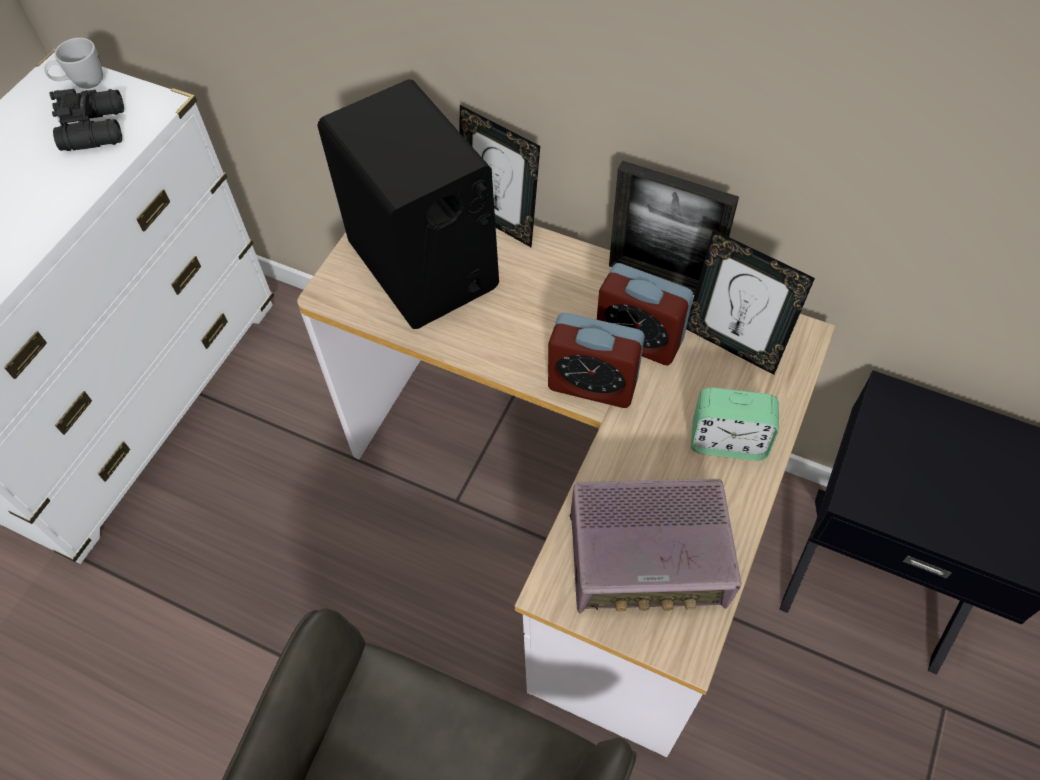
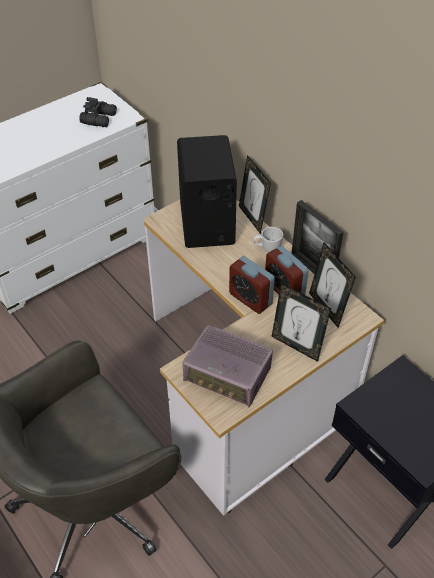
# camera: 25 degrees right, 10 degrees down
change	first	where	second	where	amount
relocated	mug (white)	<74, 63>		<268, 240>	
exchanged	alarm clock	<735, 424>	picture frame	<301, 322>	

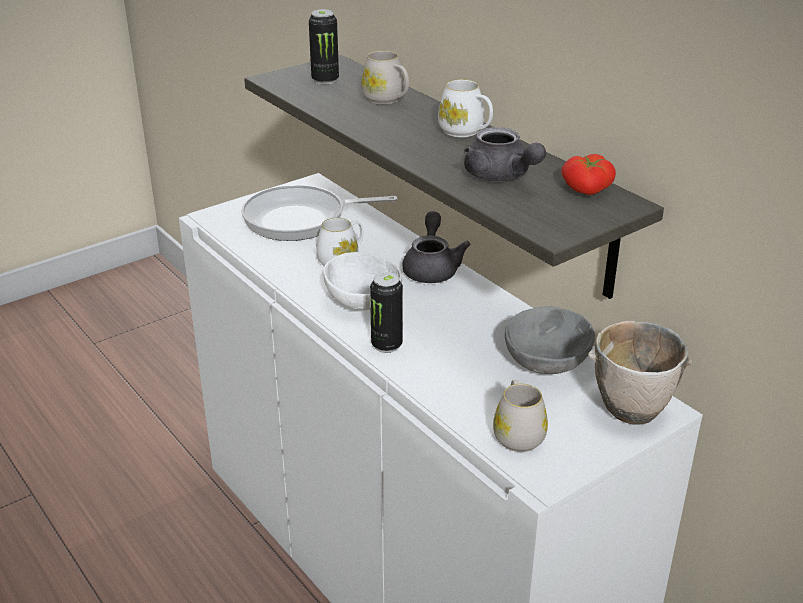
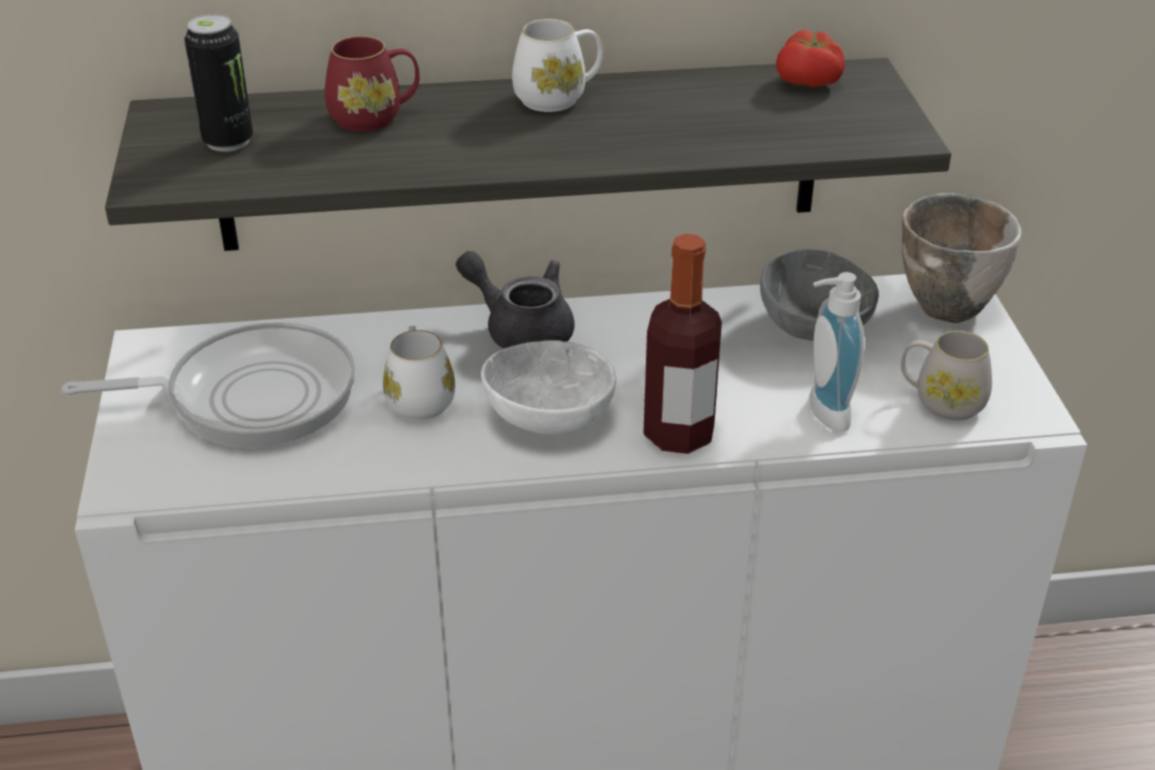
# camera: 60 degrees left, 5 degrees up
change	first	where	second	where	amount
spun	frying pan	<319, 213>		<208, 384>	120 degrees counterclockwise
colour	mug (white)	<385, 78>	mug (red)	<372, 84>	
exchanged	can	<386, 312>	bottle	<682, 344>	
appeared			soap dispenser	<837, 352>	
missing	teapot (grey)	<505, 154>			

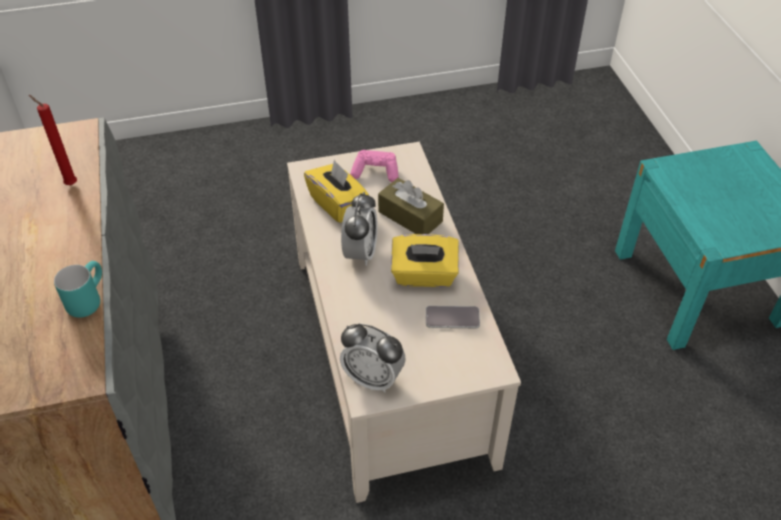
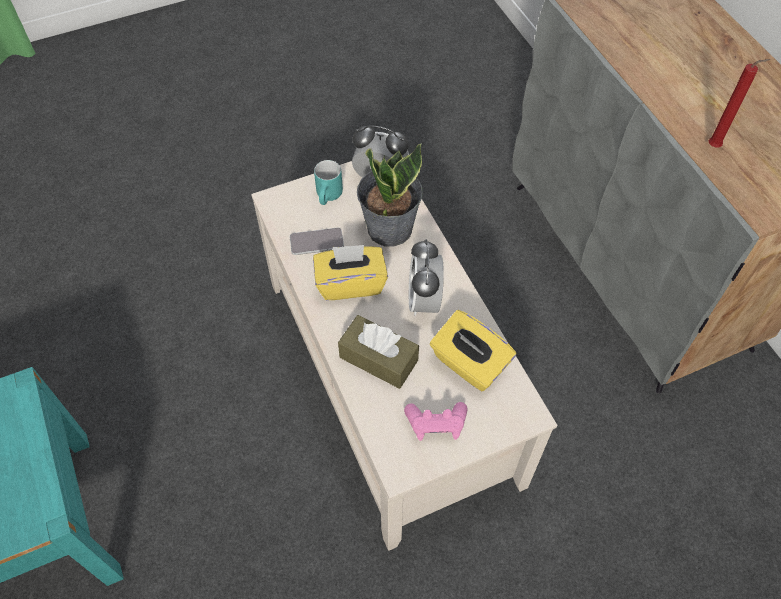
# camera: 170 degrees right, 10 degrees up
change	first	where	second	where	amount
relocated	mug (turquoise)	<78, 289>		<328, 182>	
appeared			potted plant	<390, 195>	

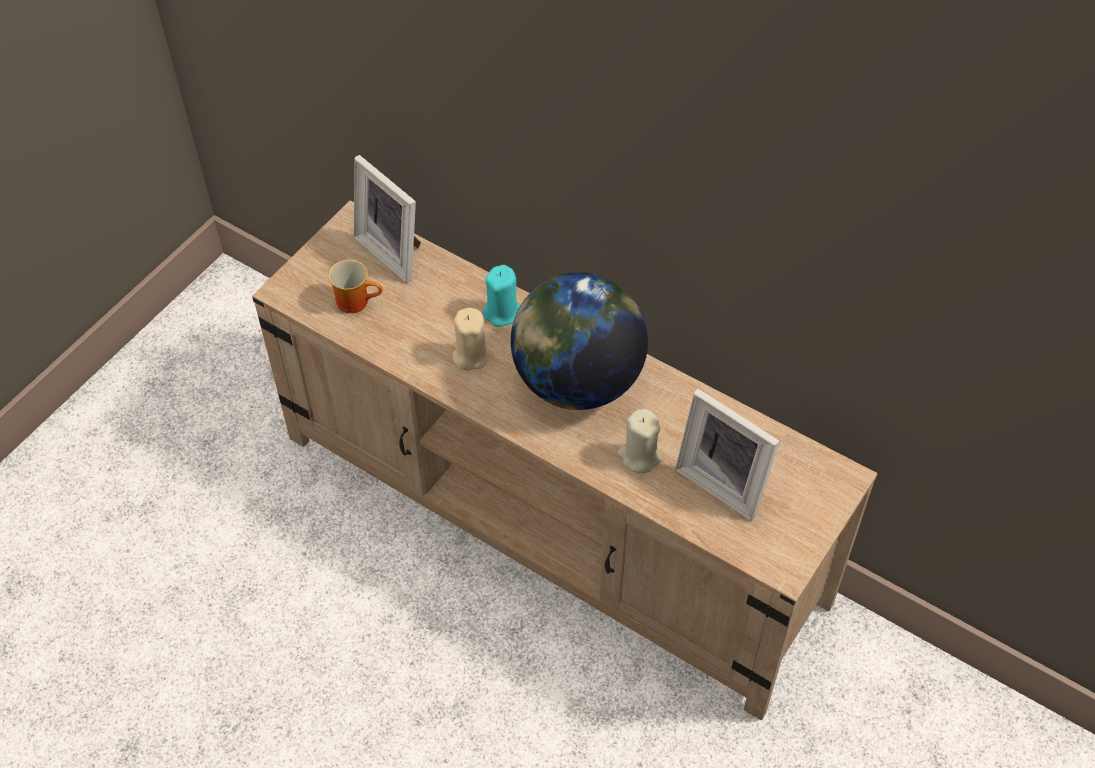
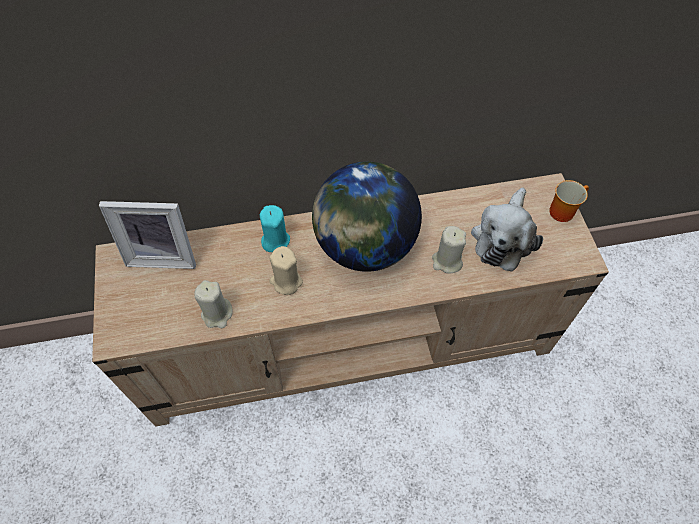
# camera: 45 degrees left, 5 degrees up
change	first	where	second	where	amount
appeared			candle (beige)	<213, 304>	
exchanged	picture frame	<727, 455>	plush toy	<507, 230>	
relocated	mug	<355, 286>		<569, 201>	

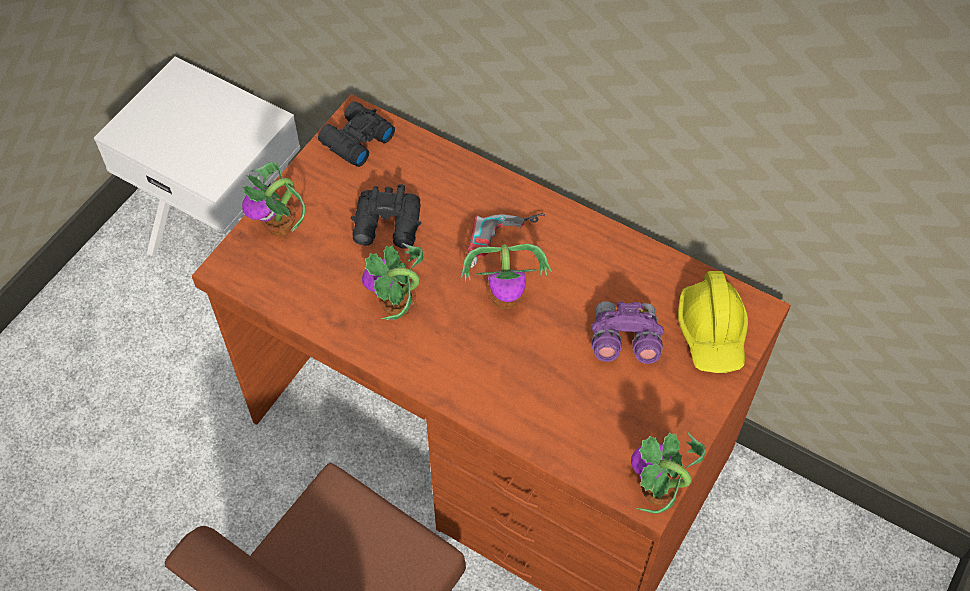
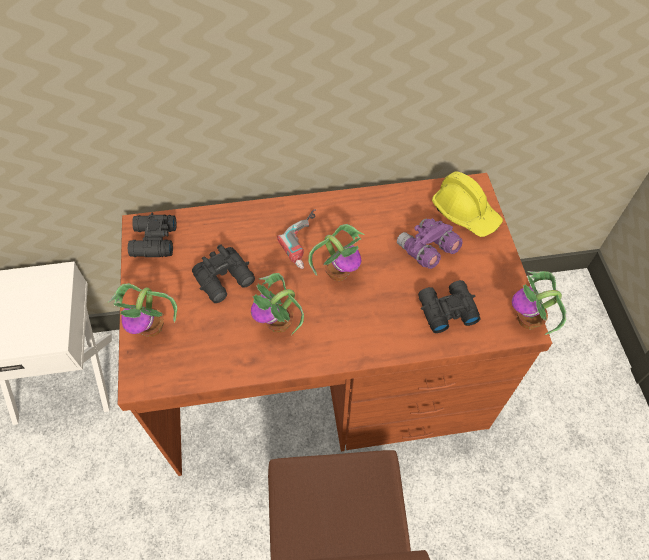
# camera: 40 degrees left, 0 degrees up
change	first	where	second	where	amount
appeared			binoculars (black)	<449, 306>	

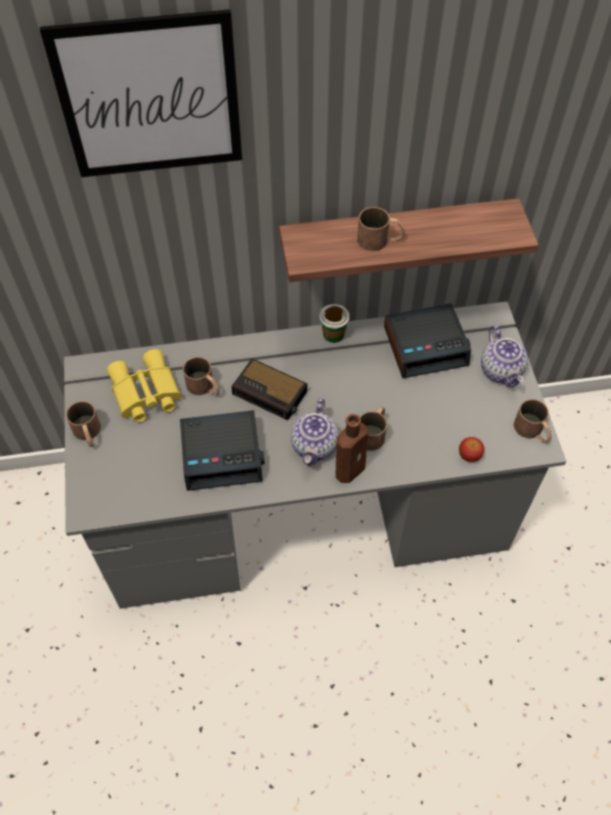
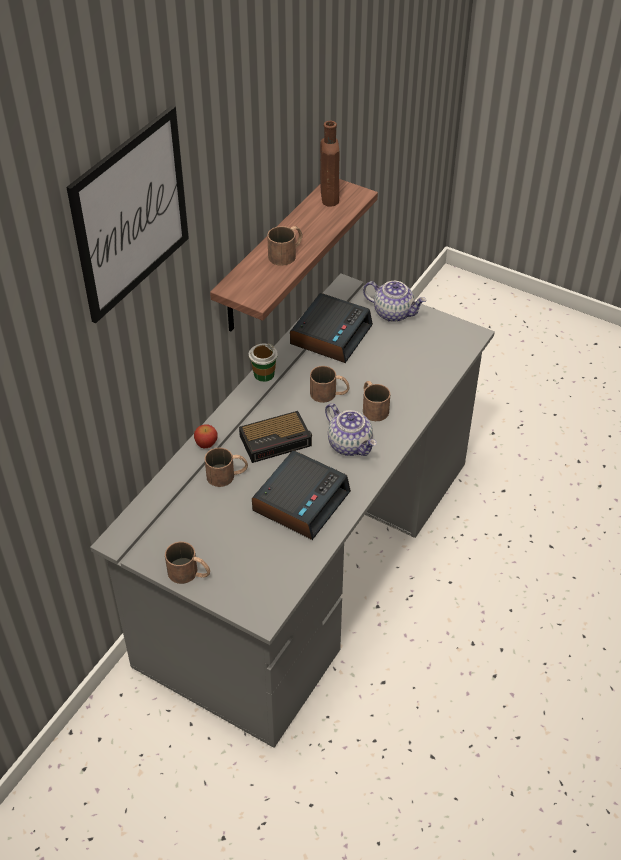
# camera: 50 degrees left, 10 degrees down
change	first	where	second	where	amount
relocated	apple	<471, 449>		<205, 436>	
relocated	mug (brown)	<533, 421>		<330, 384>	
relocated	bottle (brown)	<352, 448>		<329, 163>	
missing	binoculars (yellow)	<144, 385>			

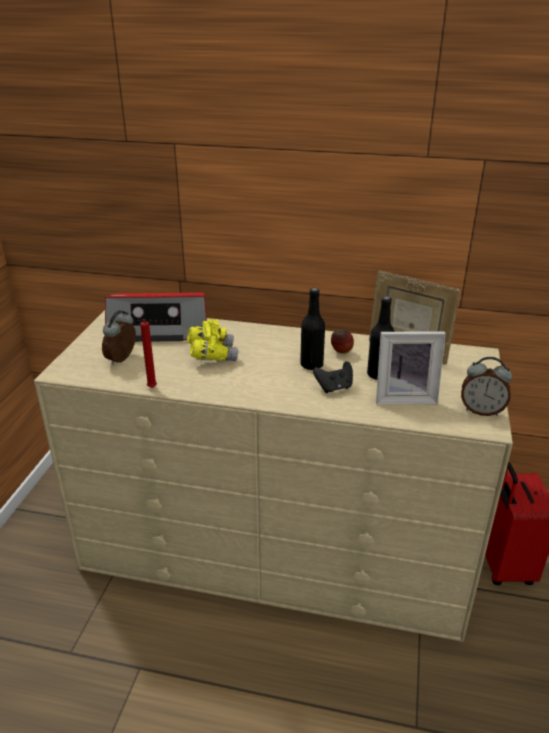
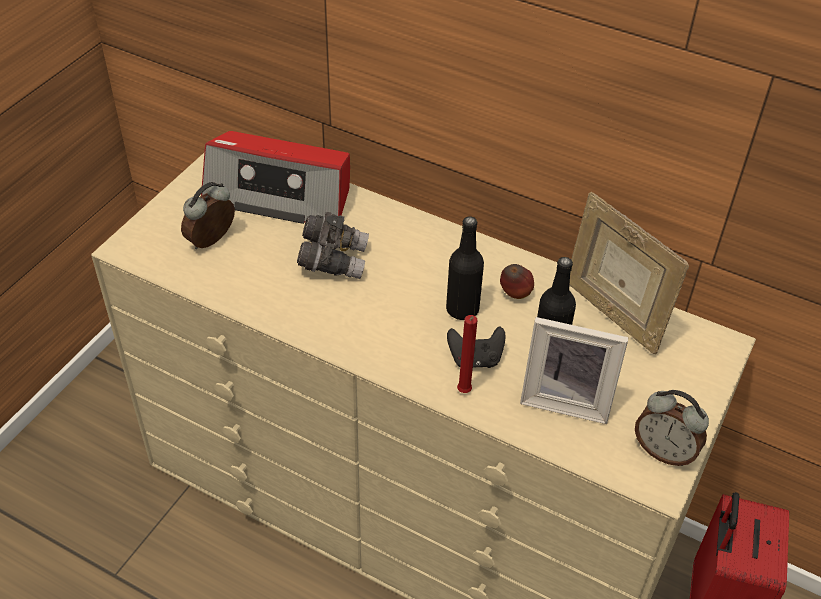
# camera: 15 degrees right, 15 degrees up
change	first	where	second	where	amount
colour	binoculars (yellow)	<212, 340>	binoculars (grey)	<333, 245>	
relocated	candle (red)	<148, 353>		<467, 354>	

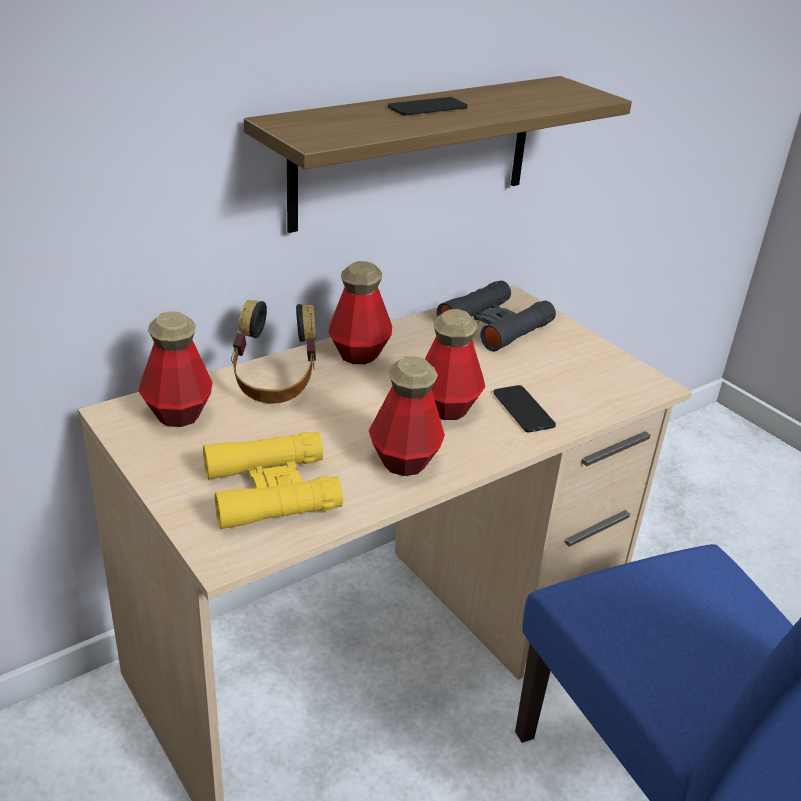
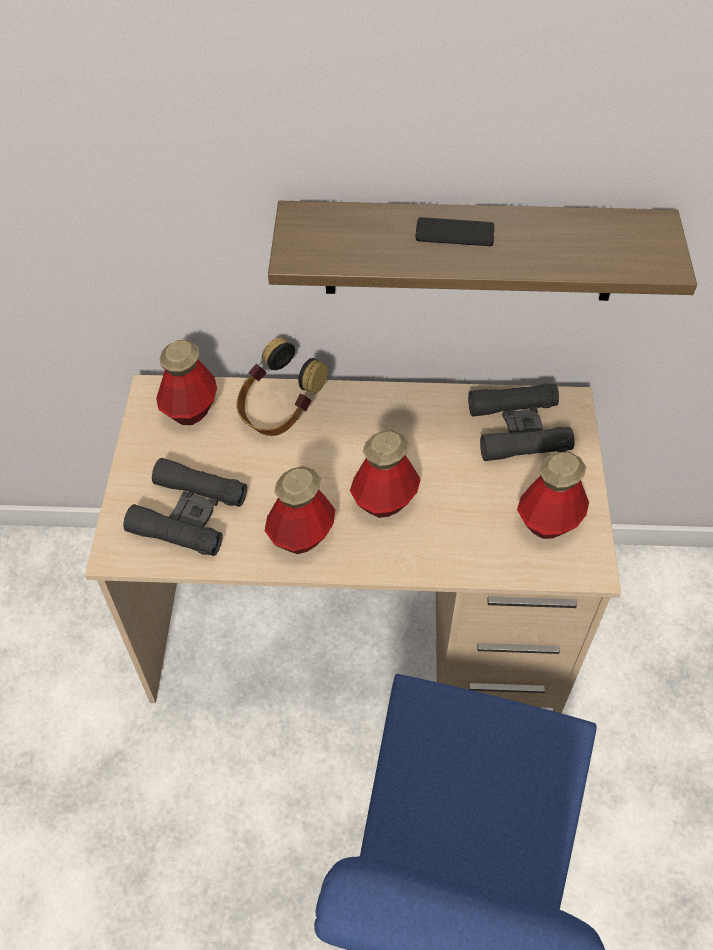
# camera: 40 degrees right, 20 degrees up
change	first	where	second	where	amount
colour	binoculars (yellow)	<273, 480>	binoculars (black)	<185, 507>	
relocated	bottle	<360, 312>		<553, 495>	
missing	phone	<524, 408>			

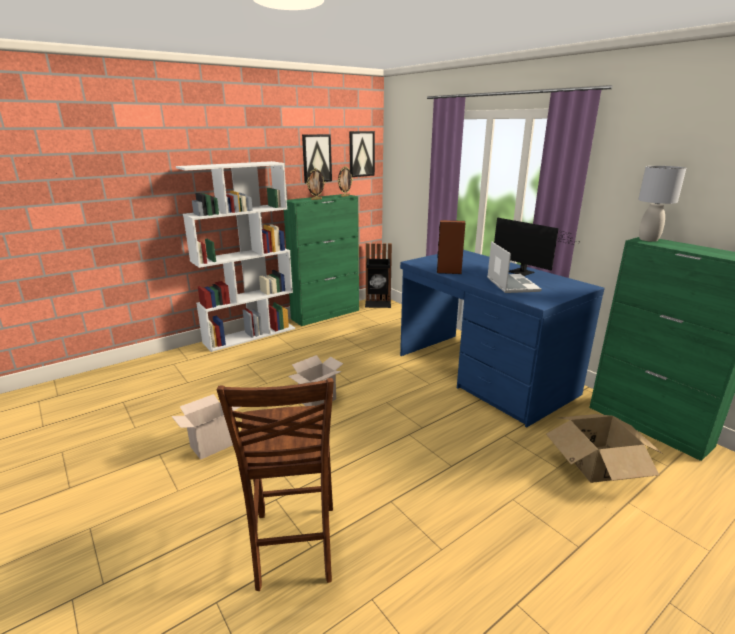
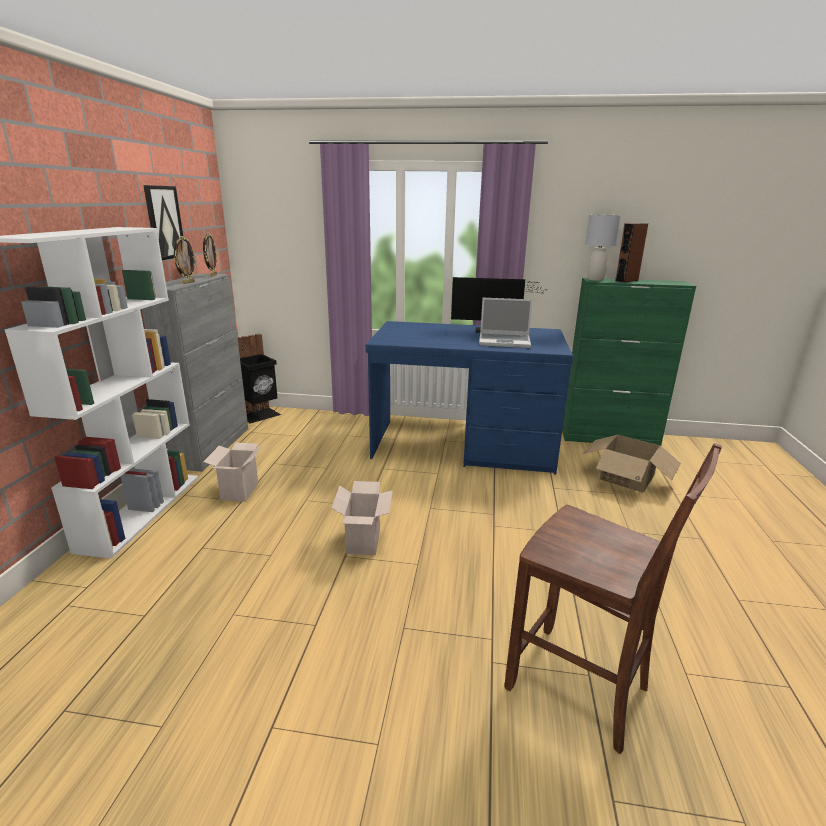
# camera: 45 degrees left, 0 degrees up
change	first	where	second	where	amount
colour	cabinet (green)	<321, 260>	cabinet (grey)	<195, 372>	
relocated	cardboard box	<205, 427>		<233, 472>	
spun	laptop	<514, 267>		<506, 323>	150 degrees clockwise
relocated	speaker (brown)	<451, 247>		<631, 253>	
missing	picture	<362, 154>			

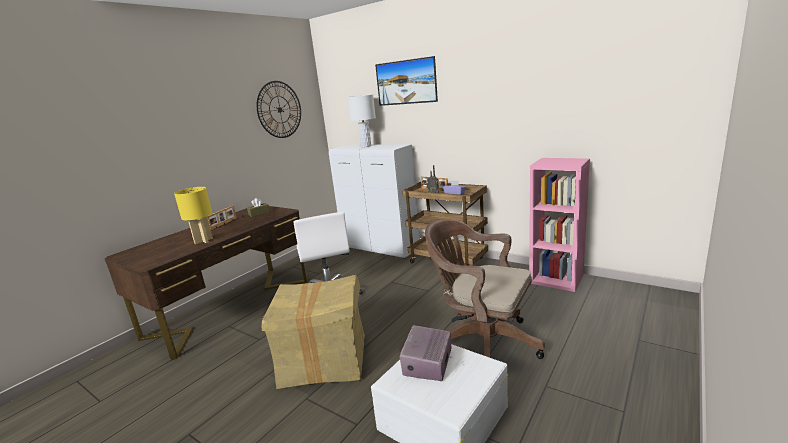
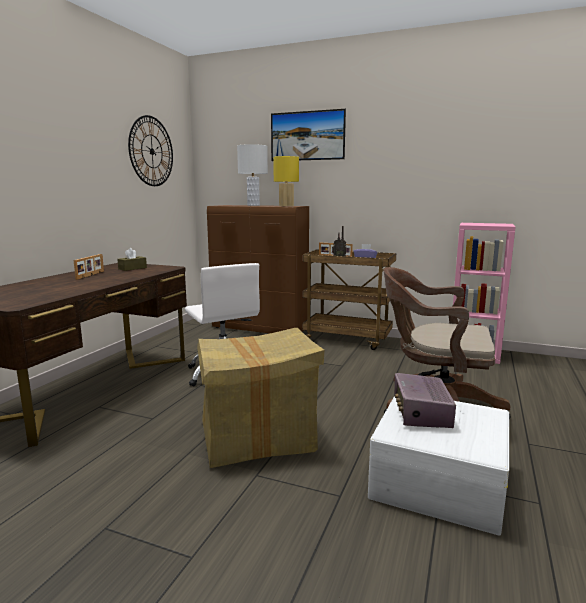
# camera: 15 degrees left, 5 degrees down
change	first	where	second	where	amount
colour	cabinet (white)	<374, 201>	cabinet (brown)	<258, 269>	
relocated	table lamp (yellow)	<193, 215>		<286, 181>	

